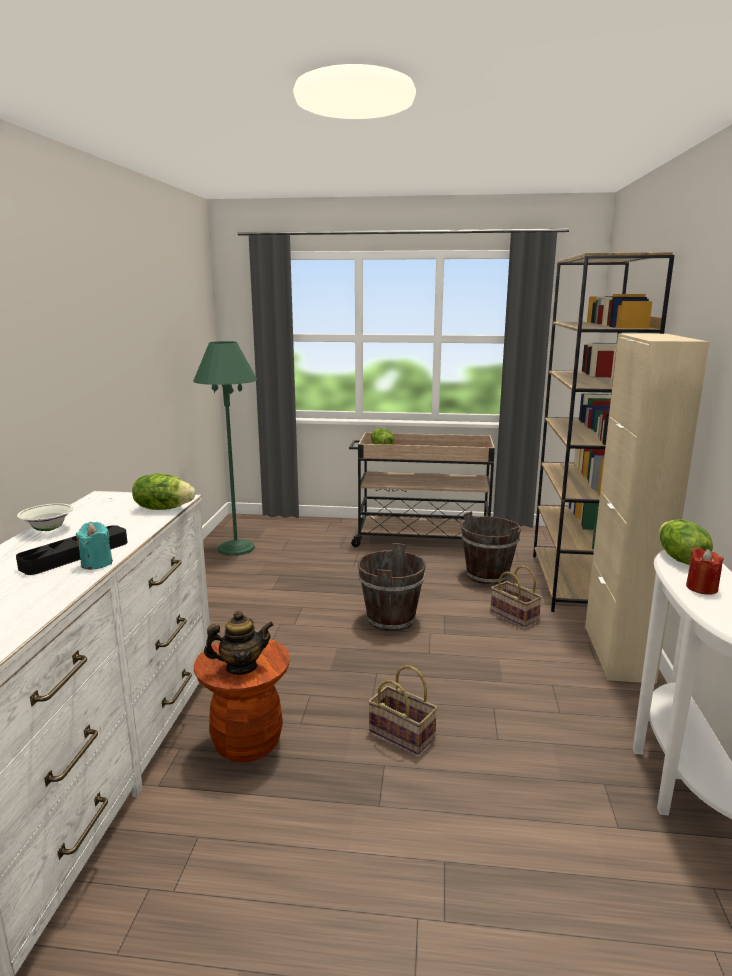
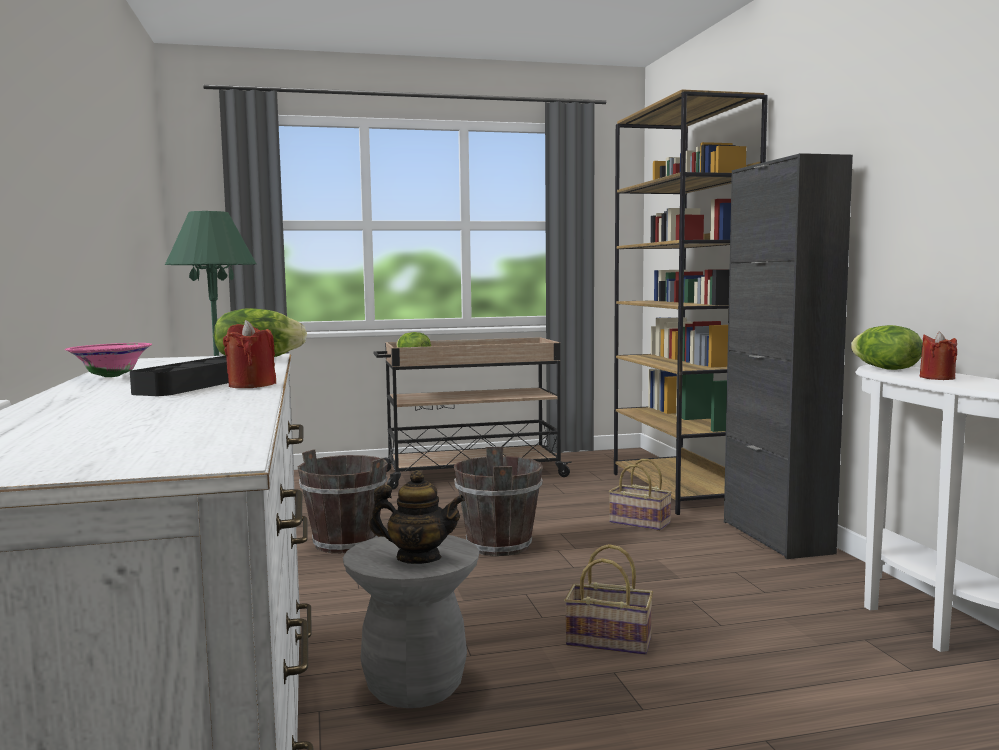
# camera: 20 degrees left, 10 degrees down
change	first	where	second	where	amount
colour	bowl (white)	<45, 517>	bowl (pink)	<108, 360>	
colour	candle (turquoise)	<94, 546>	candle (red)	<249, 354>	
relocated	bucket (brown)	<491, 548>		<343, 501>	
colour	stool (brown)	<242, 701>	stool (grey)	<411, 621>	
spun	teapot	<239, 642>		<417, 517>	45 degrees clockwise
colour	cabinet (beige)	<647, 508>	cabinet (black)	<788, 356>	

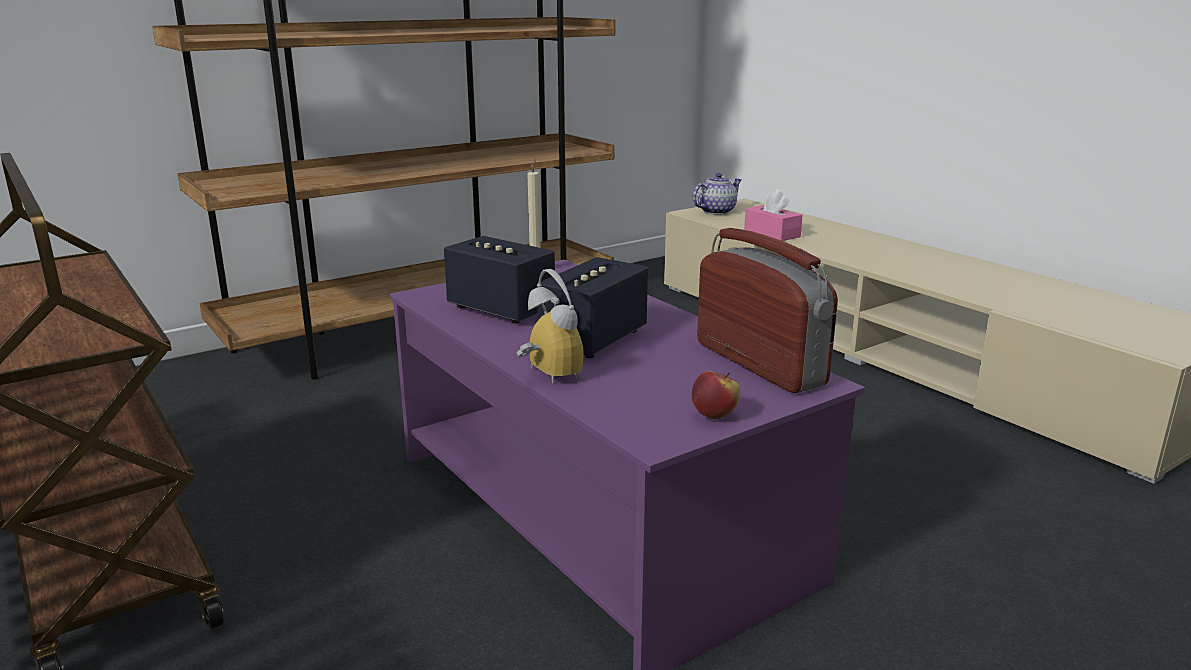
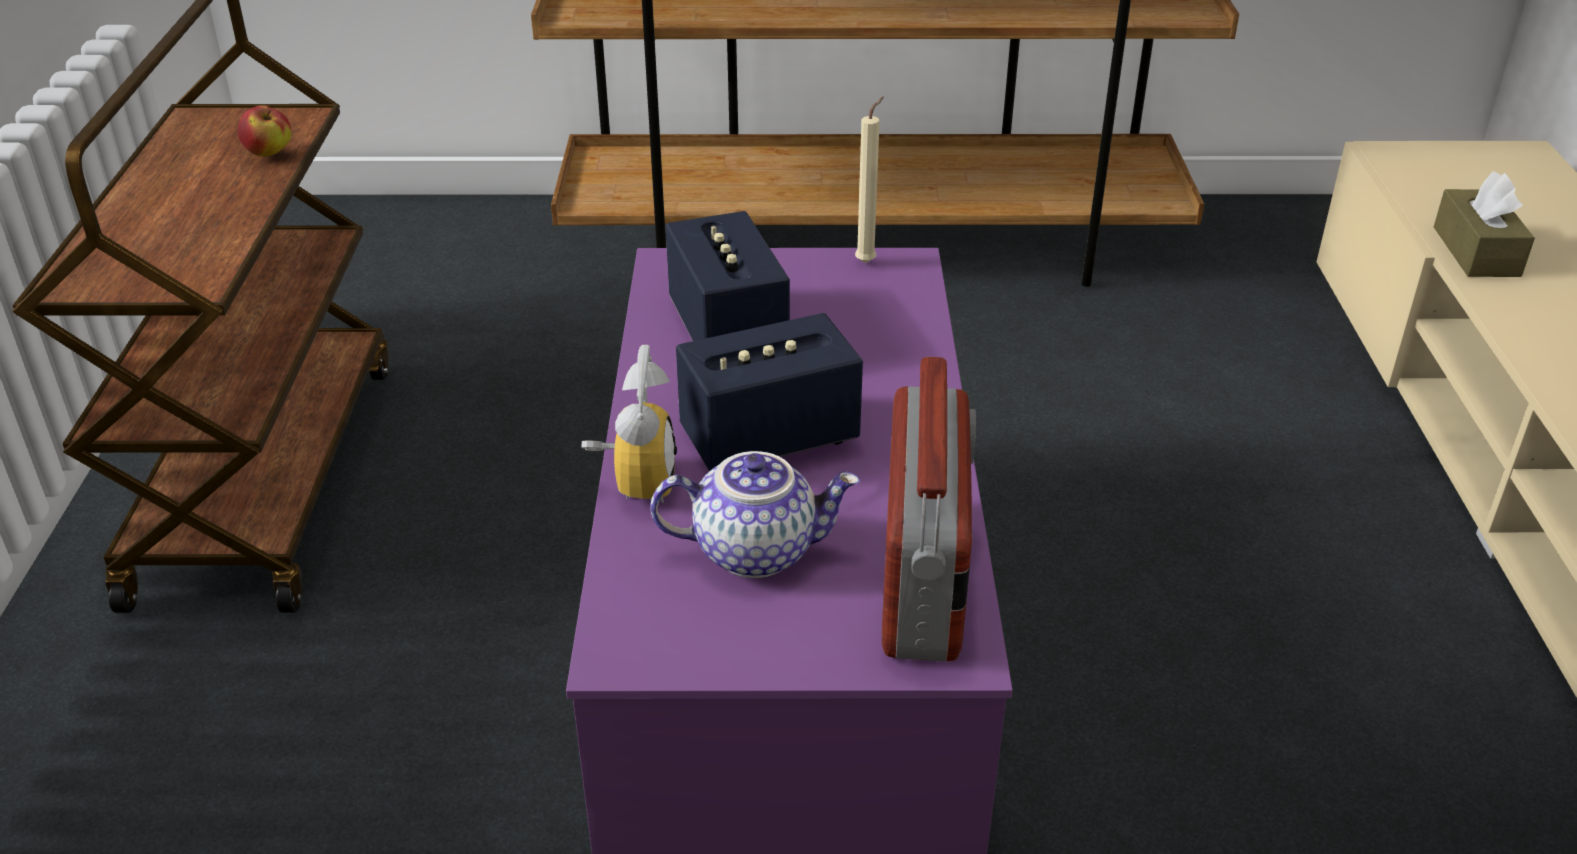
# camera: 35 degrees right, 15 degrees up
change	first	where	second	where	amount
relocated	apple	<716, 395>		<264, 131>	
relocated	teapot	<717, 194>		<755, 514>	
colour	tissue box (pink)	<773, 215>	tissue box (brown)	<1484, 224>	

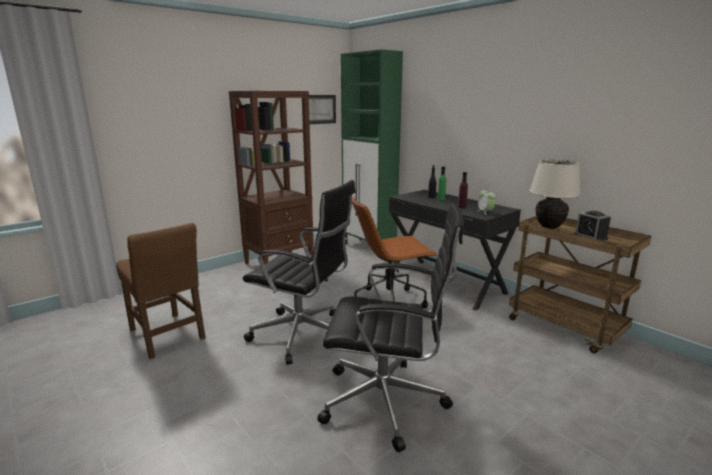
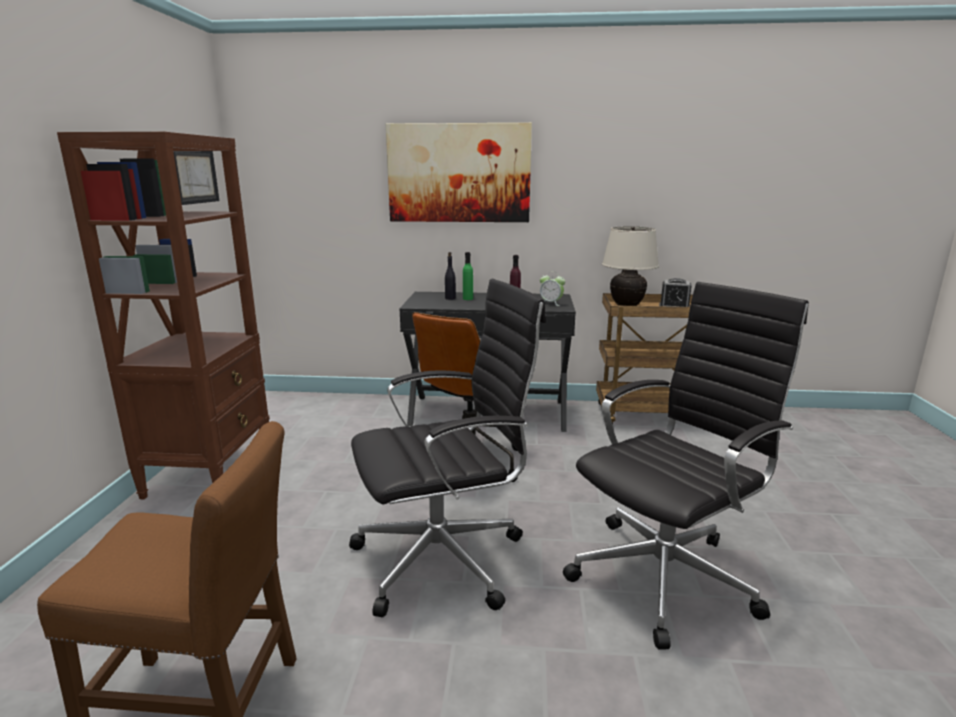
# camera: 45 degrees left, 0 degrees up
change	first	where	second	where	amount
appeared			picture	<459, 172>	
missing	cabinet (green)	<372, 153>			

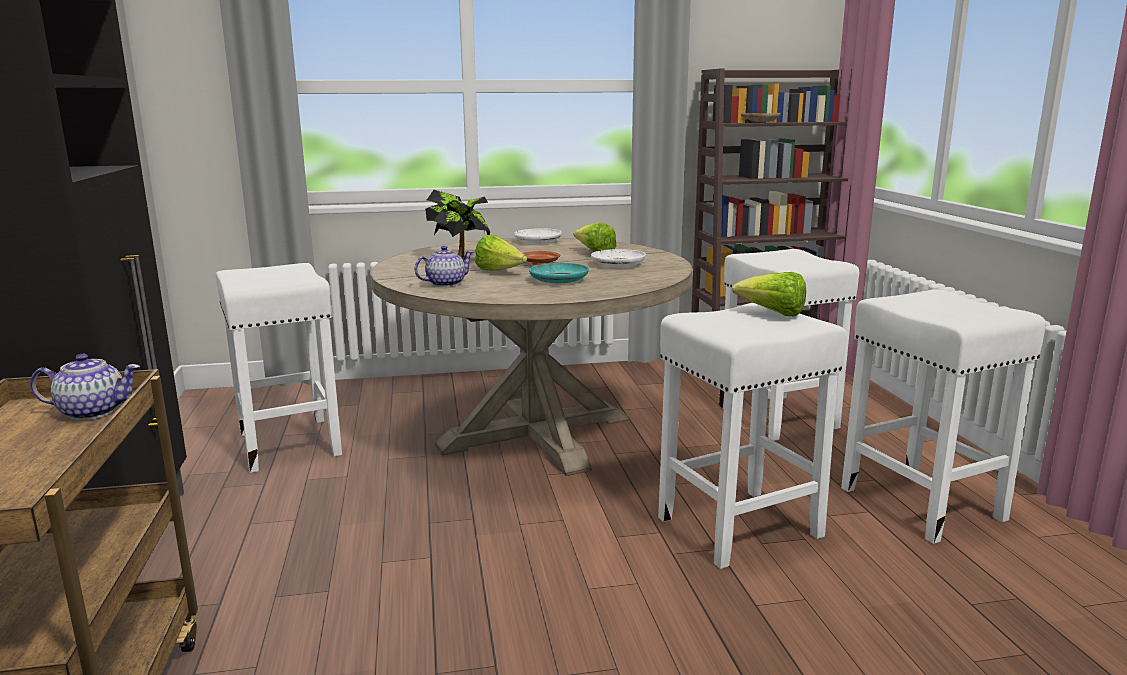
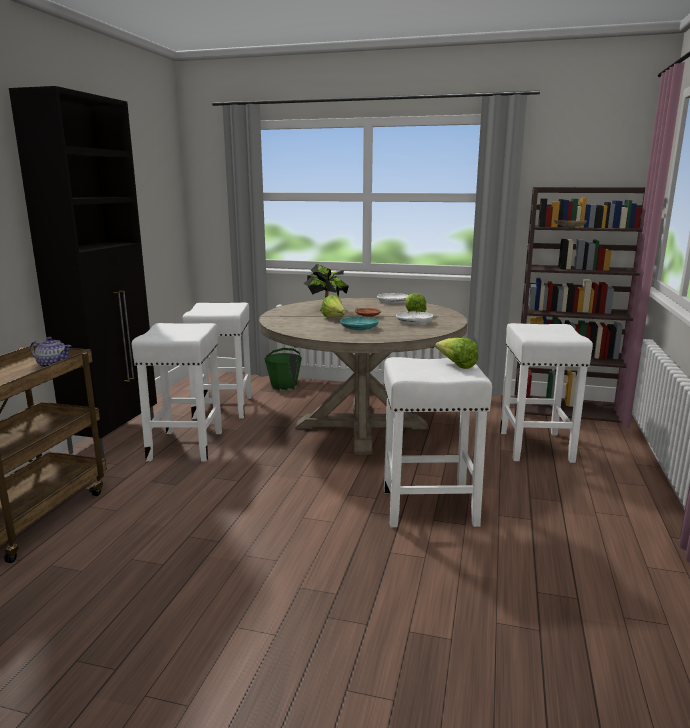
# camera: 25 degrees right, 0 degrees up
change	first	where	second	where	amount
relocated	stool (white)	<943, 416>		<177, 392>	
appeared			bucket (green)	<283, 369>	
missing	teapot	<444, 266>			

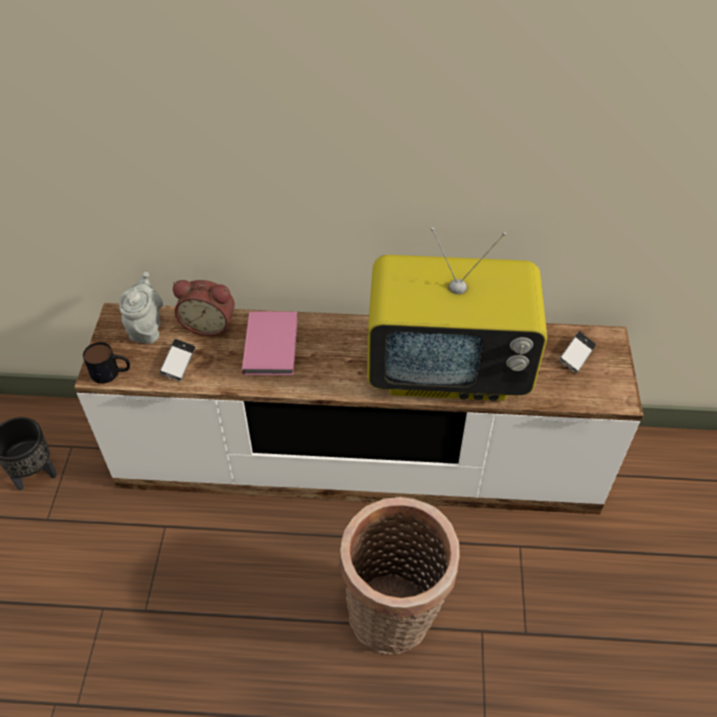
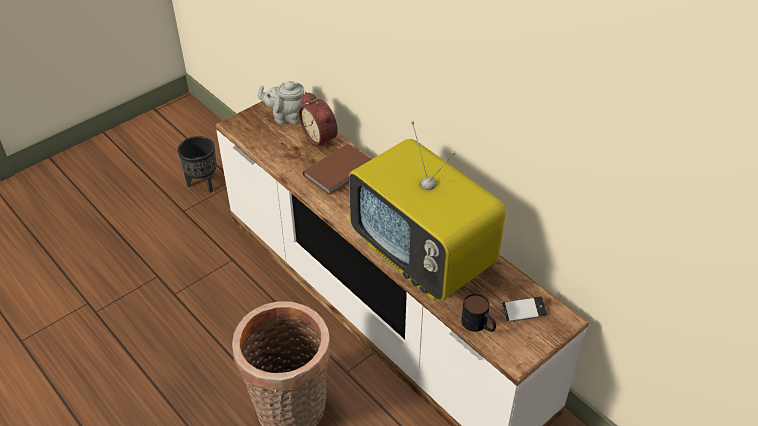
# camera: 45 degrees right, 5 degrees down
change	first	where	second	where	amount
spun	teapot (grey)	<141, 308>		<281, 102>	135 degrees counterclockwise
colour	book (pink)	<270, 343>	book (brown)	<337, 169>	
relocated	mug	<106, 363>		<478, 313>	
missing	phone	<177, 360>			

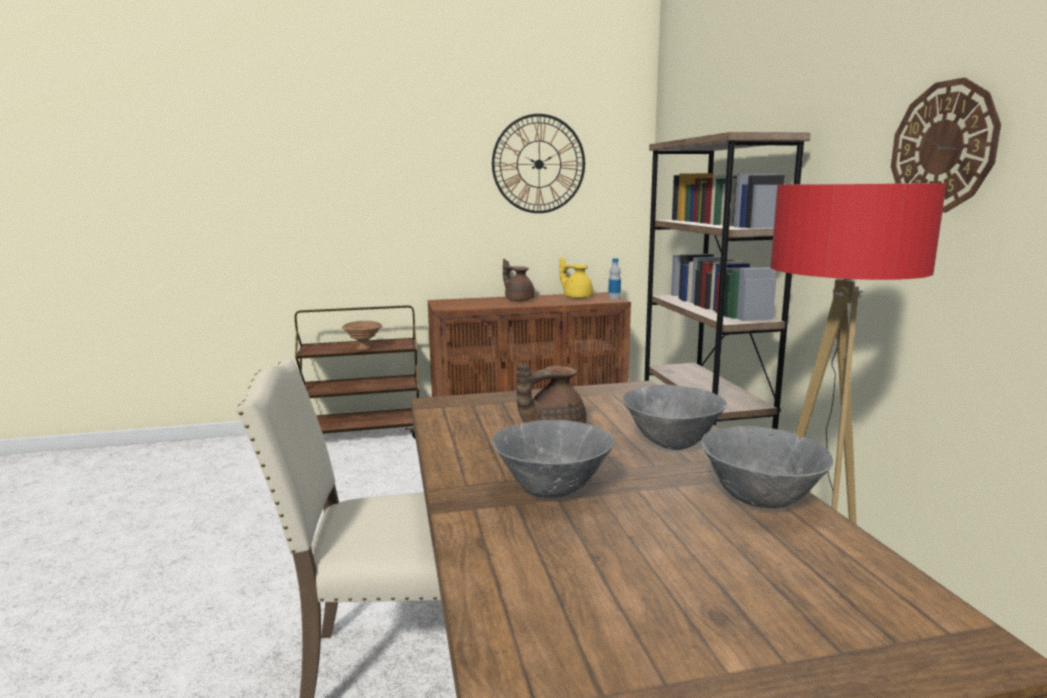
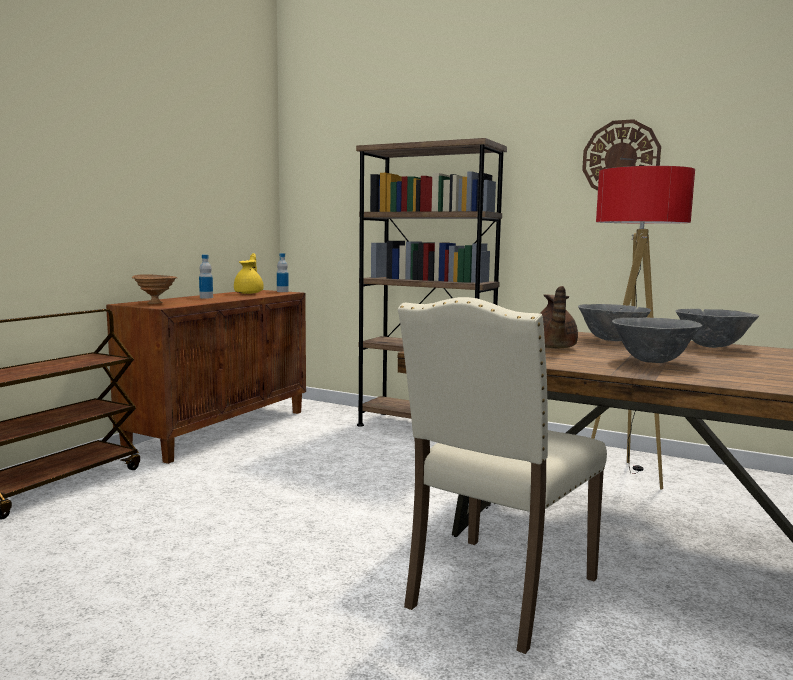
# camera: 50 degrees left, 5 degrees down
change	first	where	second	where	amount
relocated	bowl (brown)	<362, 335>		<154, 289>	
exchanged	teapot (brown)	<519, 280>	bottle	<206, 276>	
spun	teapot (yellow)	<576, 278>		<249, 273>	105 degrees clockwise
missing	wall clock	<538, 163>			

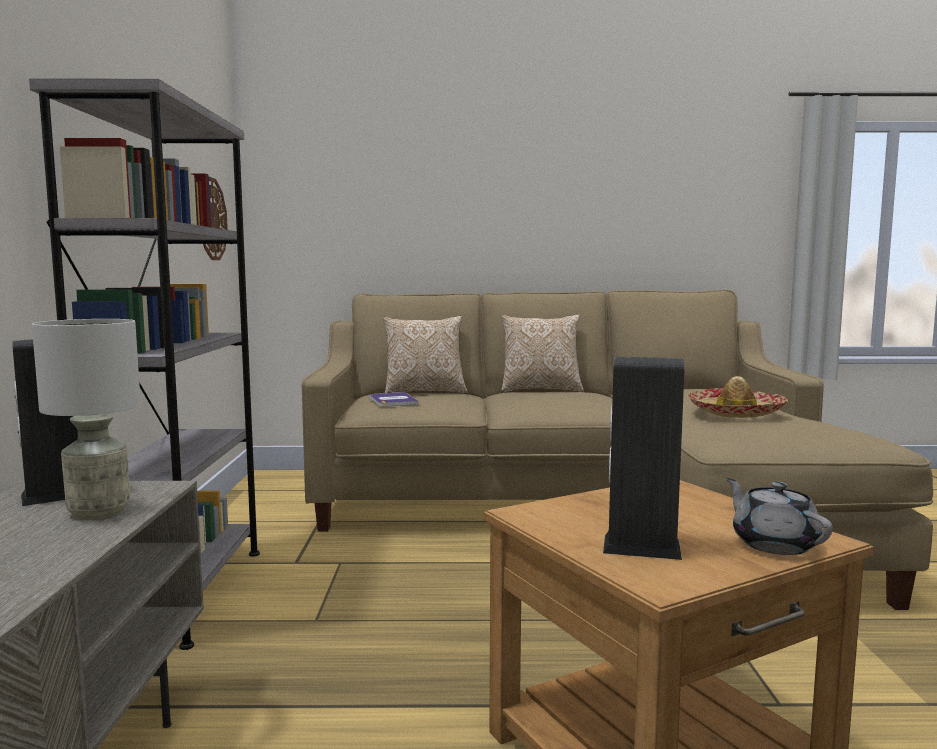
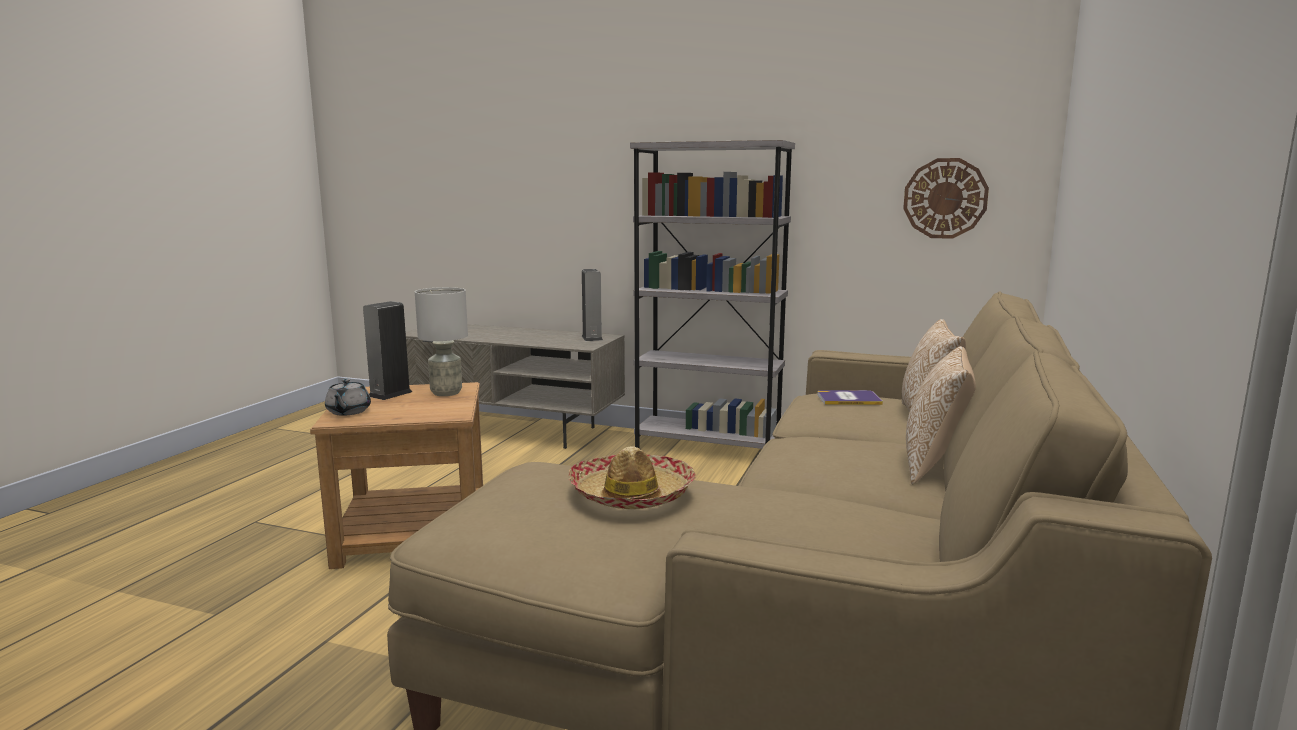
# camera: 110 degrees right, 5 degrees up
change	first	where	second	where	amount
spun	teapot (grey)	<779, 516>		<348, 397>	90 degrees clockwise
relocated	table lamp (grey)	<86, 419>		<441, 341>	

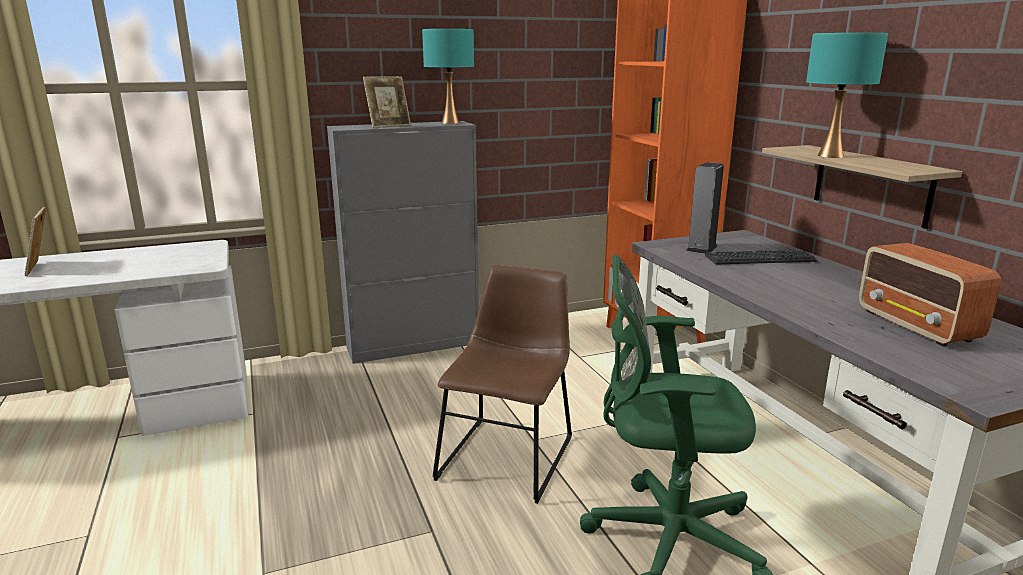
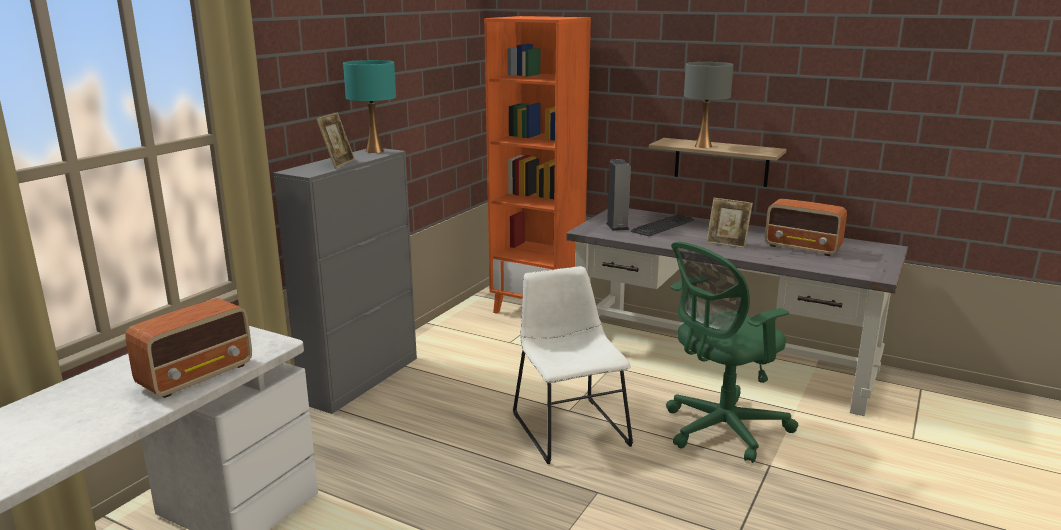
# camera: 40 degrees left, 0 degrees up
change	first	where	second	where	amount
appeared			radio	<189, 348>	
colour	chair (brown)	<502, 384>	chair (white)	<573, 365>	
colour	table lamp (turquoise)	<847, 95>	table lamp (grey)	<709, 105>	
relocated	picture frame	<35, 241>		<729, 223>	

